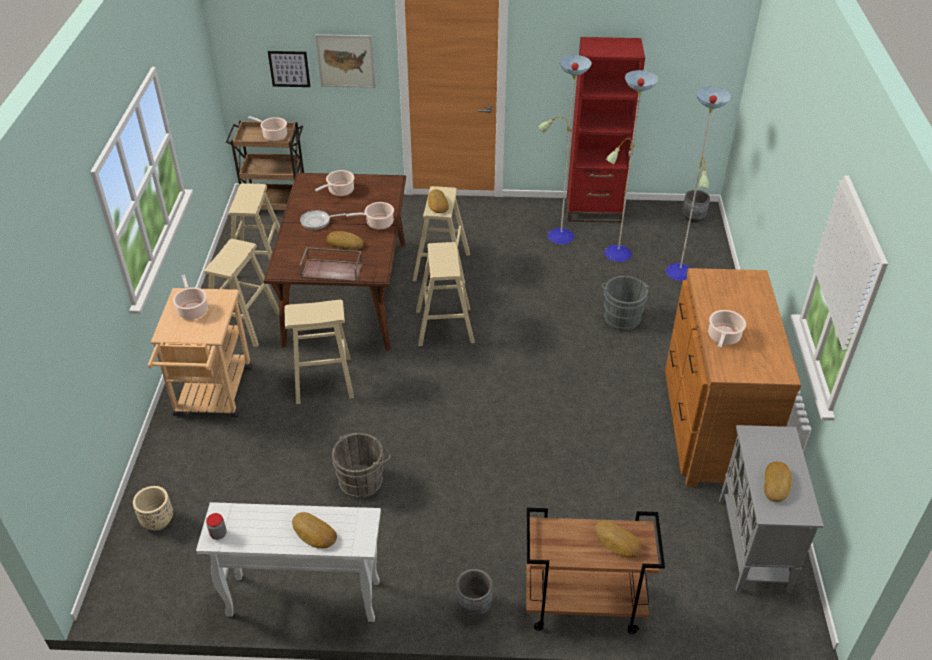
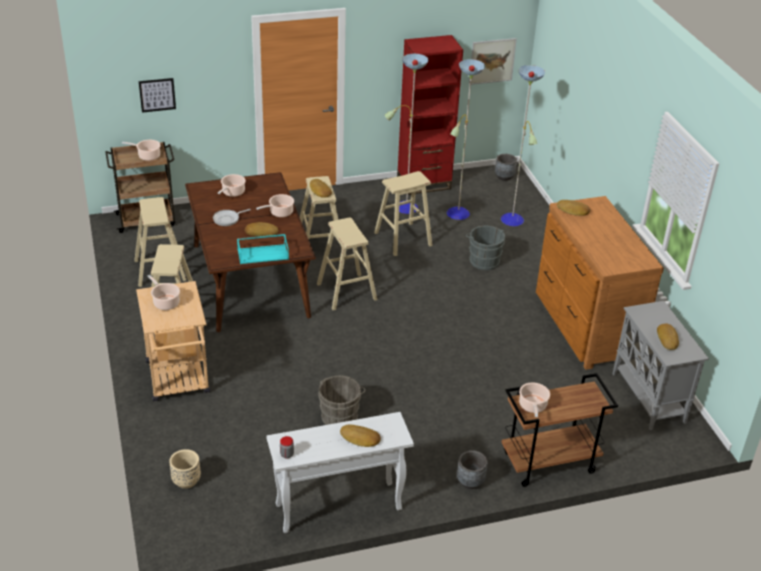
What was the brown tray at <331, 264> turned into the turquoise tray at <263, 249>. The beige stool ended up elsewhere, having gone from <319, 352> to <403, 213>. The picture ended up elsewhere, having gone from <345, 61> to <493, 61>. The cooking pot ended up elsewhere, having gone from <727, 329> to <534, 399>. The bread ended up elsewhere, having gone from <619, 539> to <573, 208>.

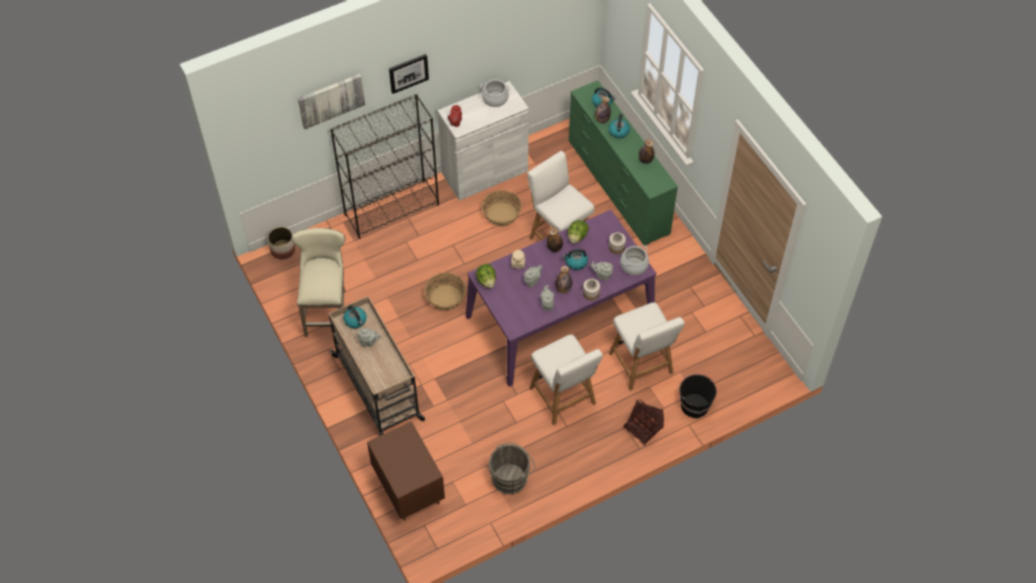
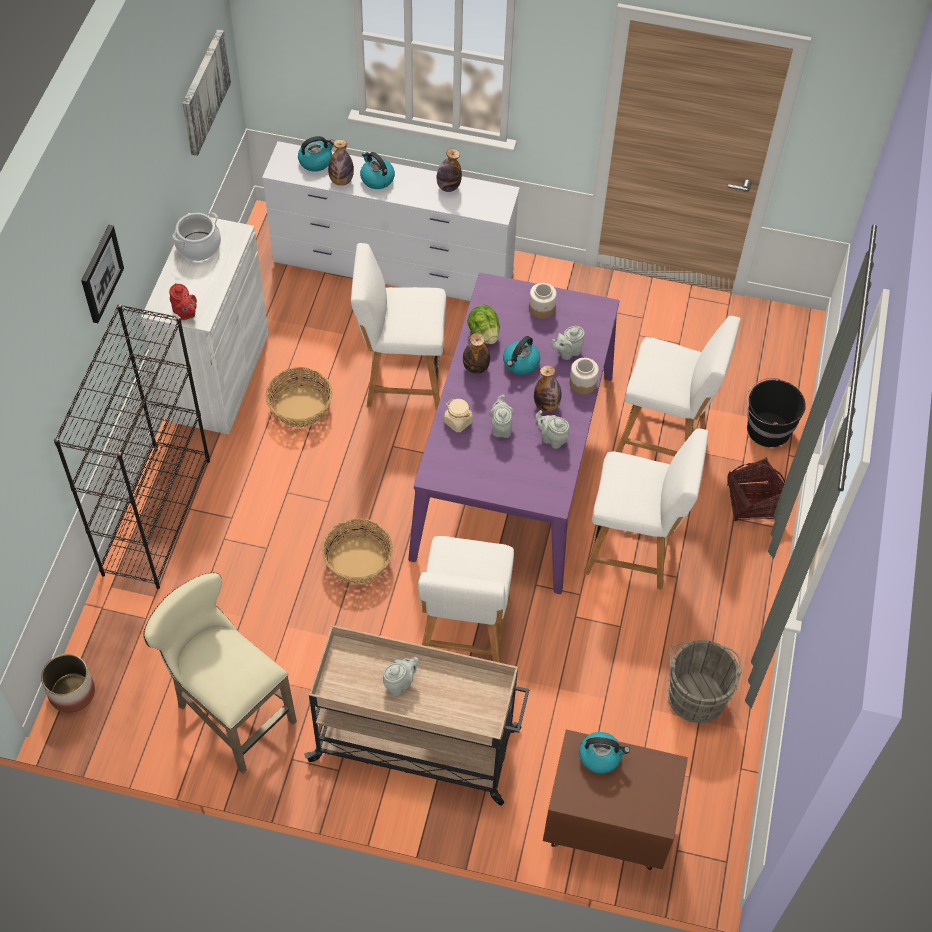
The picture ended up elsewhere, having gone from <331, 101> to <206, 92>. What was the green dresser at <623, 163> turned into the white dresser at <391, 221>. The second view gained the white chair at <466, 599>. The kettle ended up elsewhere, having gone from <355, 316> to <604, 753>. The second view lost the lettuce at <486, 276>. The second view lost the cooking pot at <634, 260>.

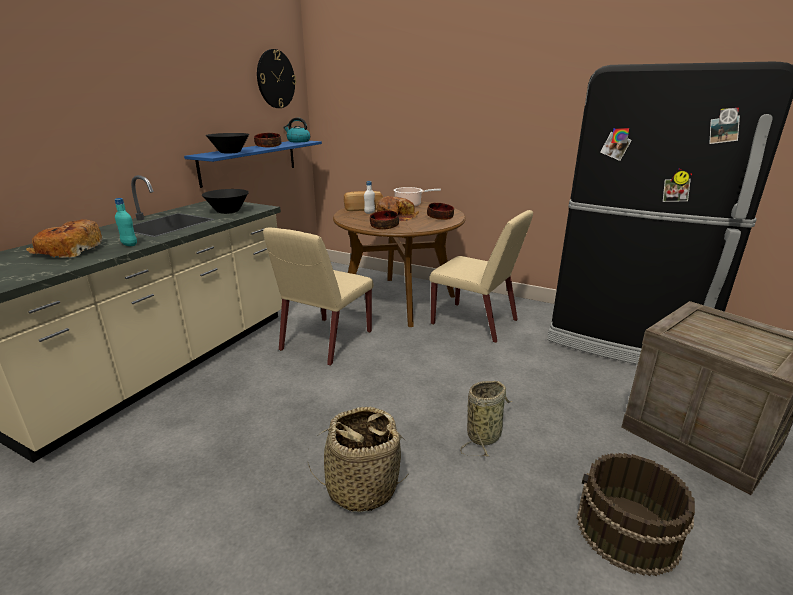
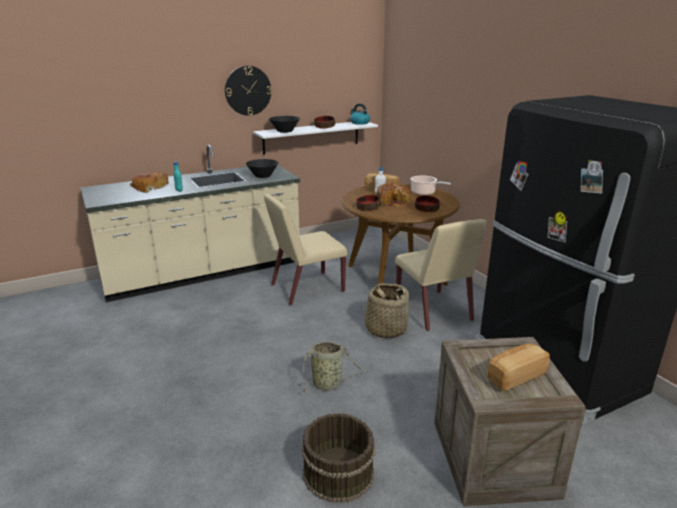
The wall clock ended up elsewhere, having gone from <276, 78> to <248, 91>. What was the blue shelf at <253, 164> turned into the white shelf at <315, 138>. The basket ended up elsewhere, having gone from <357, 459> to <385, 310>. The second view gained the bread at <518, 368>.

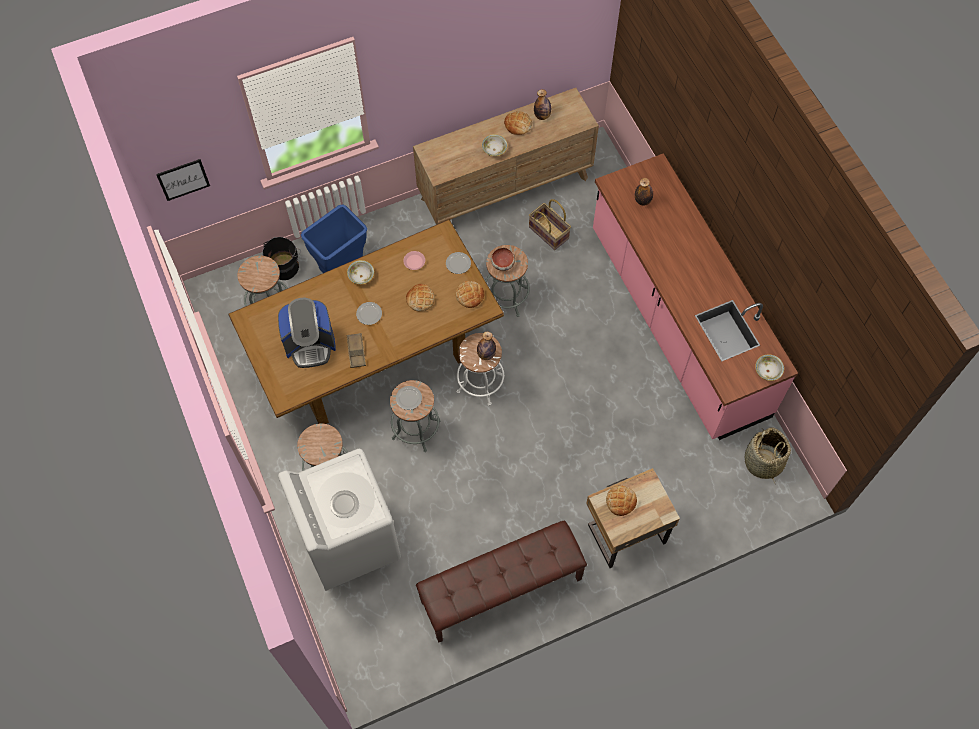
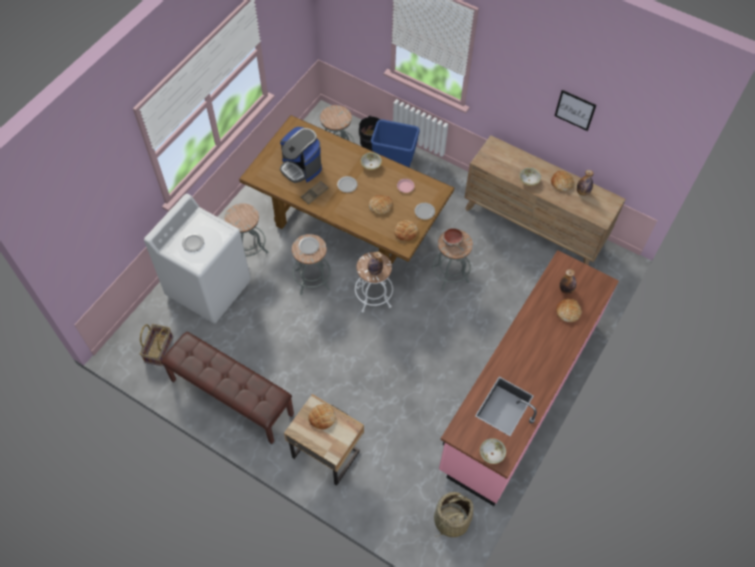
The basket ended up elsewhere, having gone from <550, 224> to <156, 345>. The picture ended up elsewhere, having gone from <183, 180> to <575, 110>. The second view gained the bread at <569, 310>.

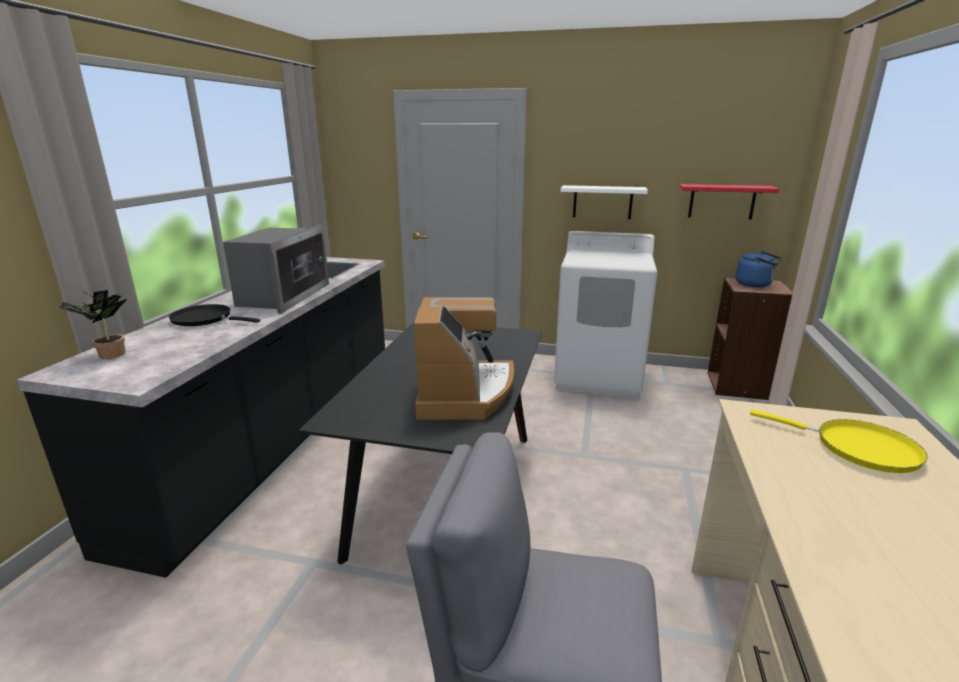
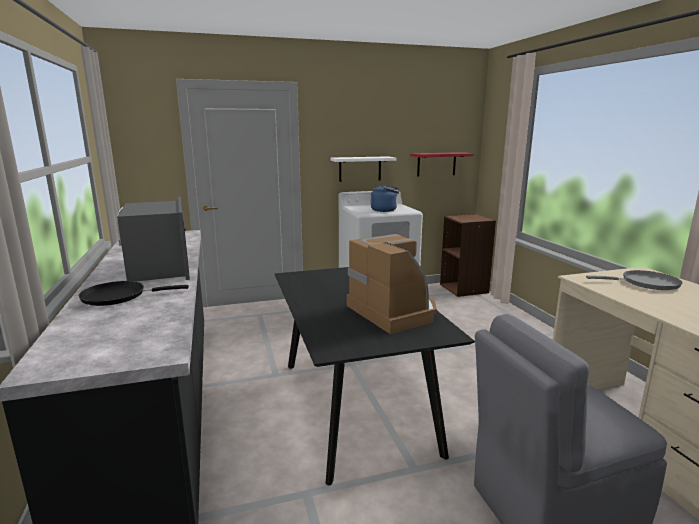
The blue kettle ended up elsewhere, having gone from <758, 269> to <385, 198>. What was the yellow frying pan at <839, 441> turned into the grey frying pan at <634, 280>. The second view lost the potted plant at <93, 324>.

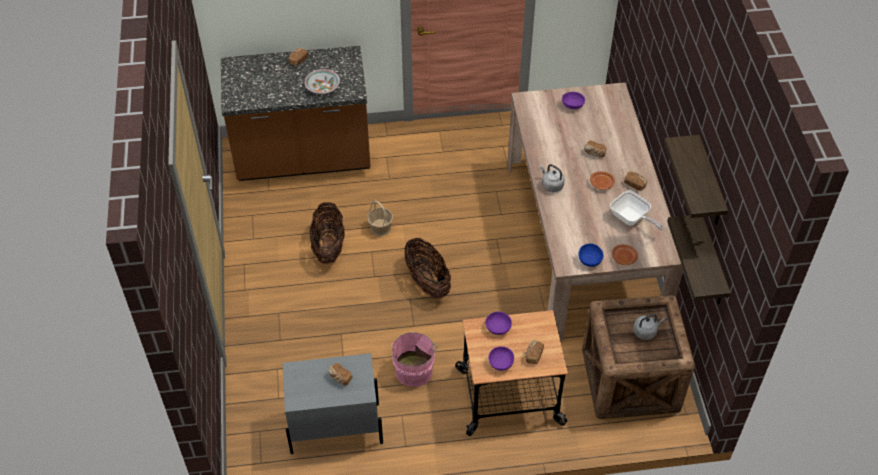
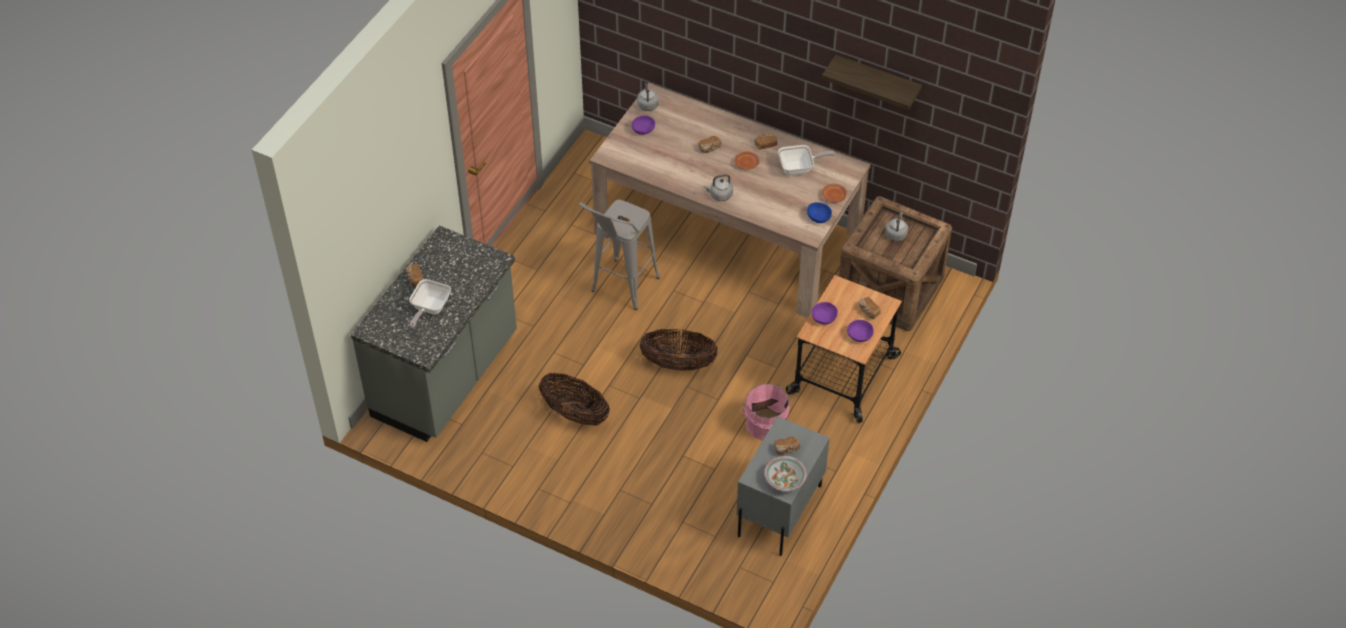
What was the brown counter at <296, 113> turned into the grey counter at <434, 333>. The second view gained the frying pan at <430, 303>. The second view gained the grey stool at <619, 255>. The second view gained the grey kettle at <648, 97>. The bowl ended up elsewhere, having gone from <322, 81> to <786, 473>. The second view lost the basket at <380, 218>. The second view lost the shelf at <699, 259>.

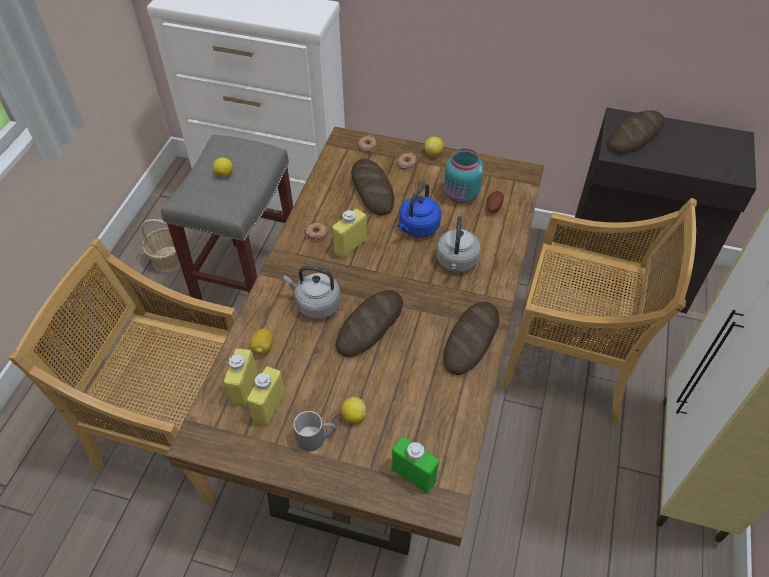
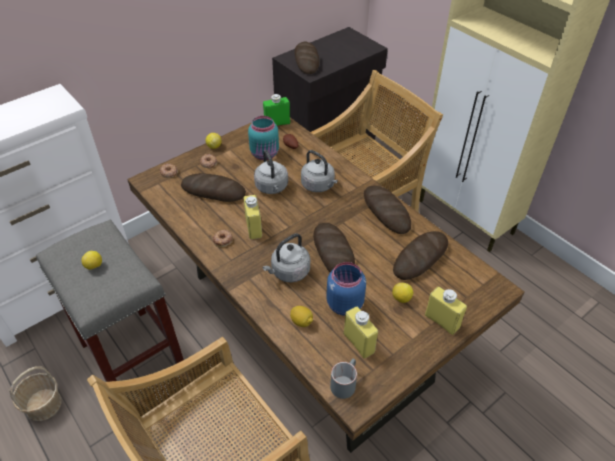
What was the blue kettle at <419, 210> turned into the grey kettle at <271, 172>. The green bottle ended up elsewhere, having gone from <415, 465> to <276, 110>. The second view gained the blue jar at <346, 289>. The grey mug ended up elsewhere, having gone from <314, 431> to <343, 379>. The second view gained the bread at <420, 255>. The yellow bottle ended up elsewhere, having gone from <241, 377> to <446, 310>.

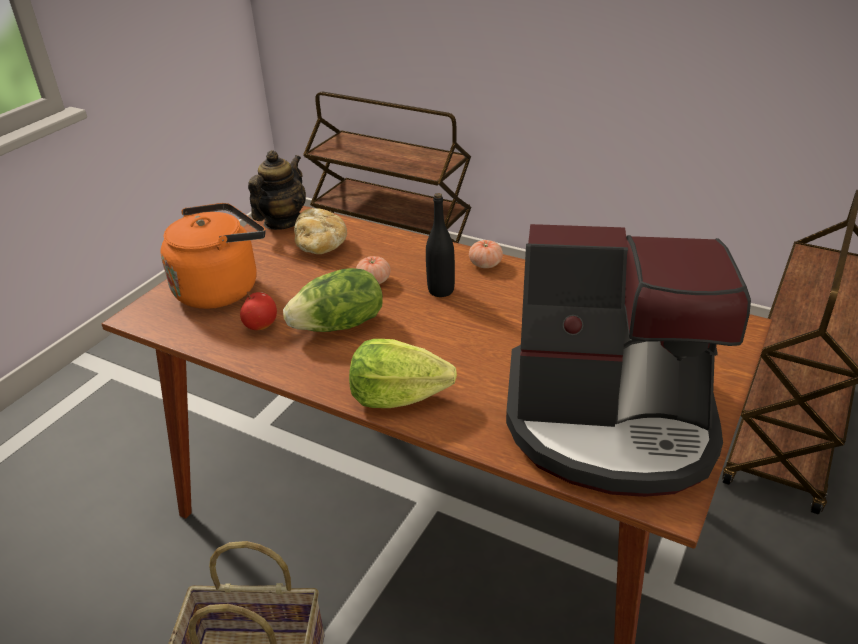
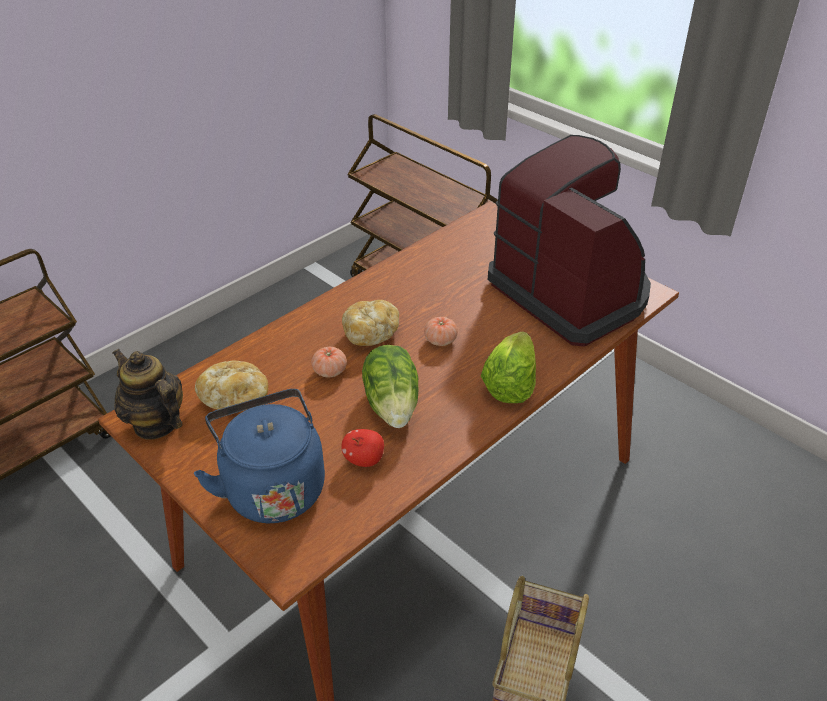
What was the orange kettle at <213, 256> turned into the blue kettle at <259, 456>. Where the black bottle stood at <440, 245>, the bread came to stand at <370, 323>. The tomato ended up elsewhere, having gone from <486, 254> to <441, 331>. The coffee machine at <628, 360> ended up facing another way, 60 degrees counterclockwise from before.

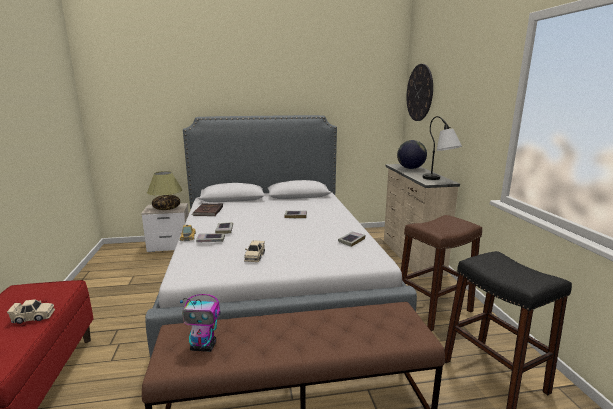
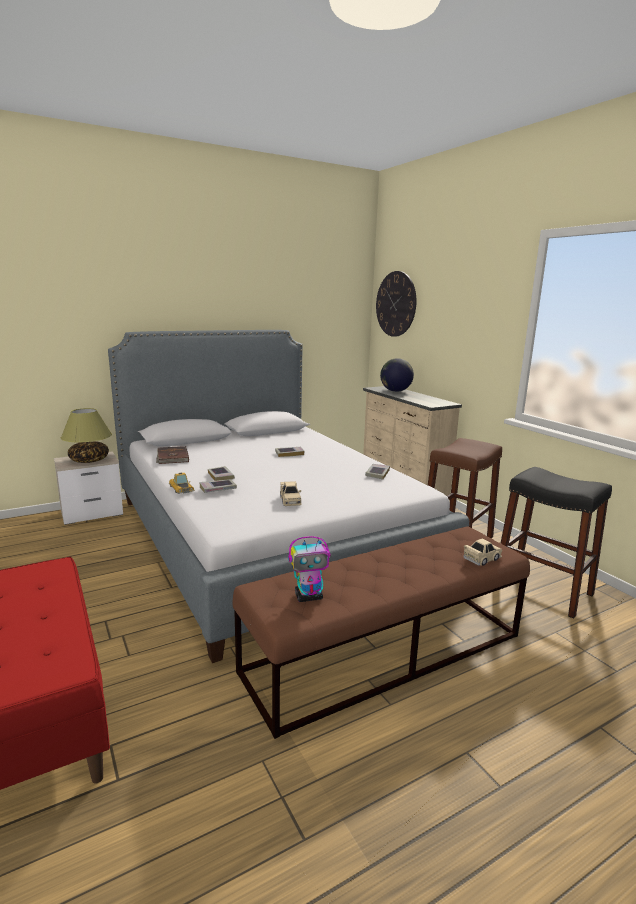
The beige toy car ended up elsewhere, having gone from <31, 311> to <482, 552>. The second view lost the table lamp at <442, 148>.

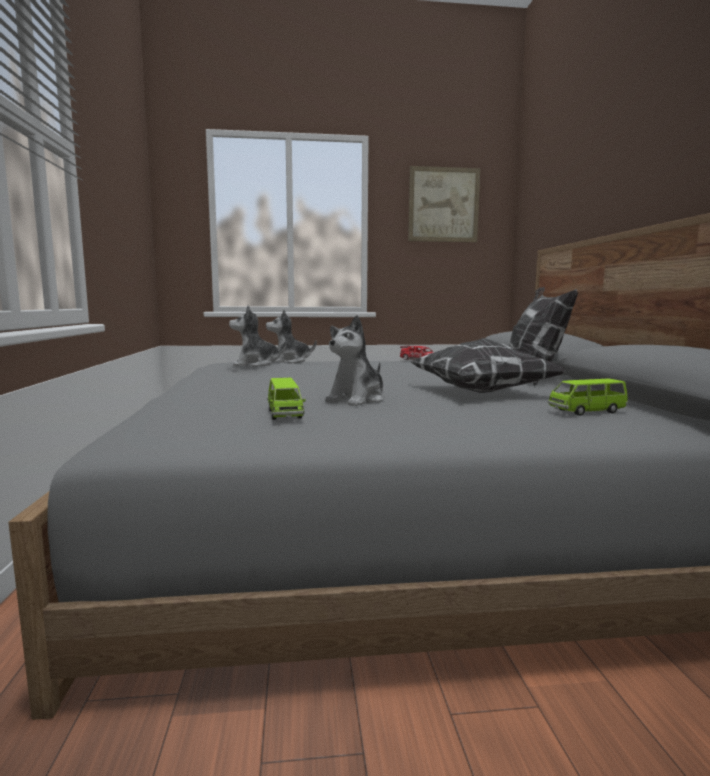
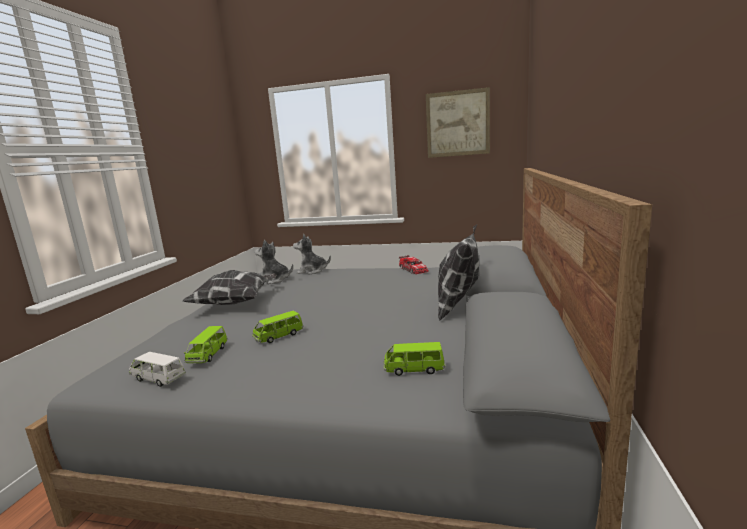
The second view gained the white toy car at <157, 369>. The pillow ended up elsewhere, having gone from <488, 365> to <230, 287>. Where the plush toy stood at <355, 360>, the green toy car came to stand at <277, 327>.

